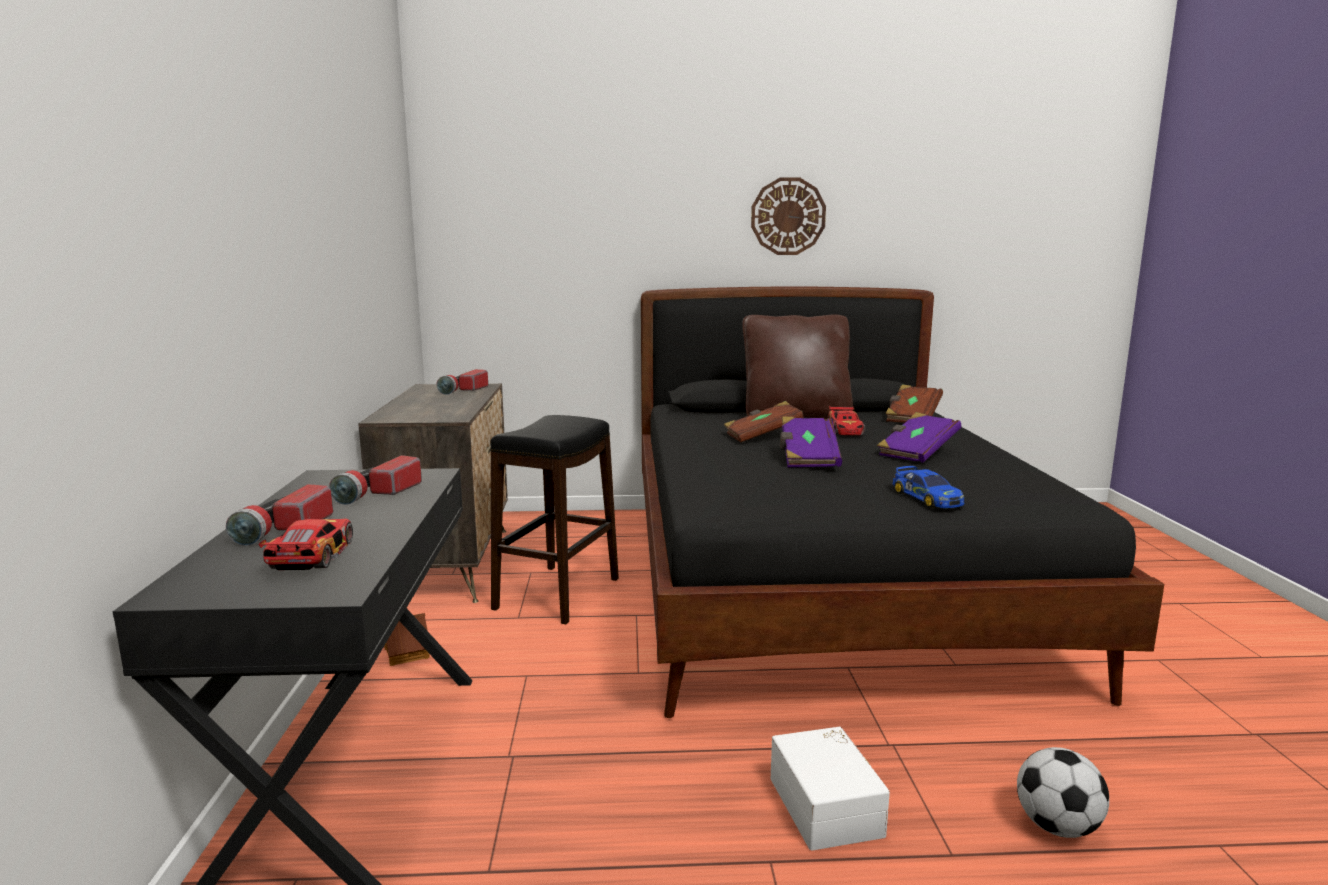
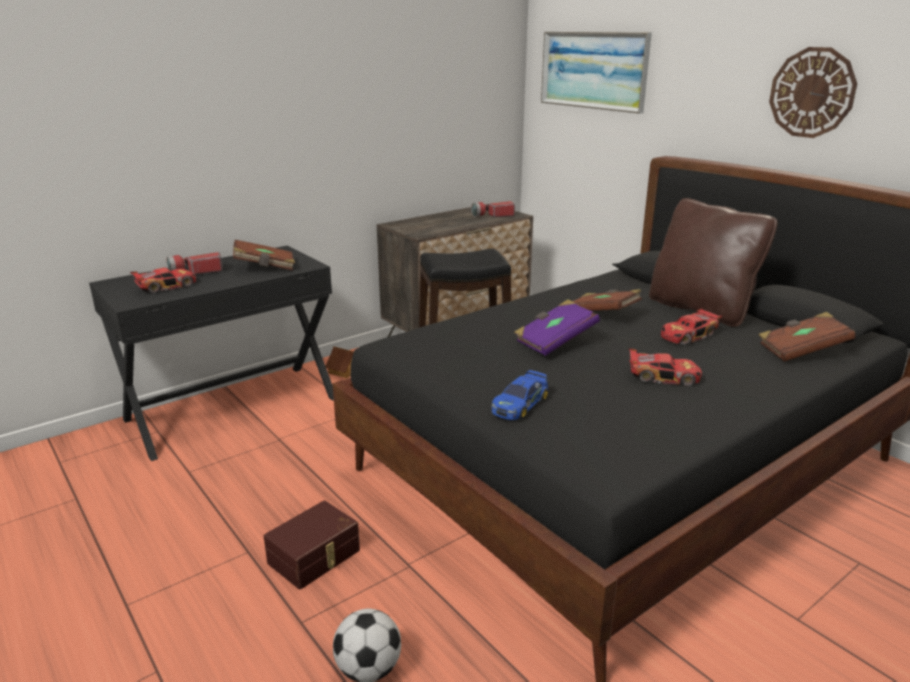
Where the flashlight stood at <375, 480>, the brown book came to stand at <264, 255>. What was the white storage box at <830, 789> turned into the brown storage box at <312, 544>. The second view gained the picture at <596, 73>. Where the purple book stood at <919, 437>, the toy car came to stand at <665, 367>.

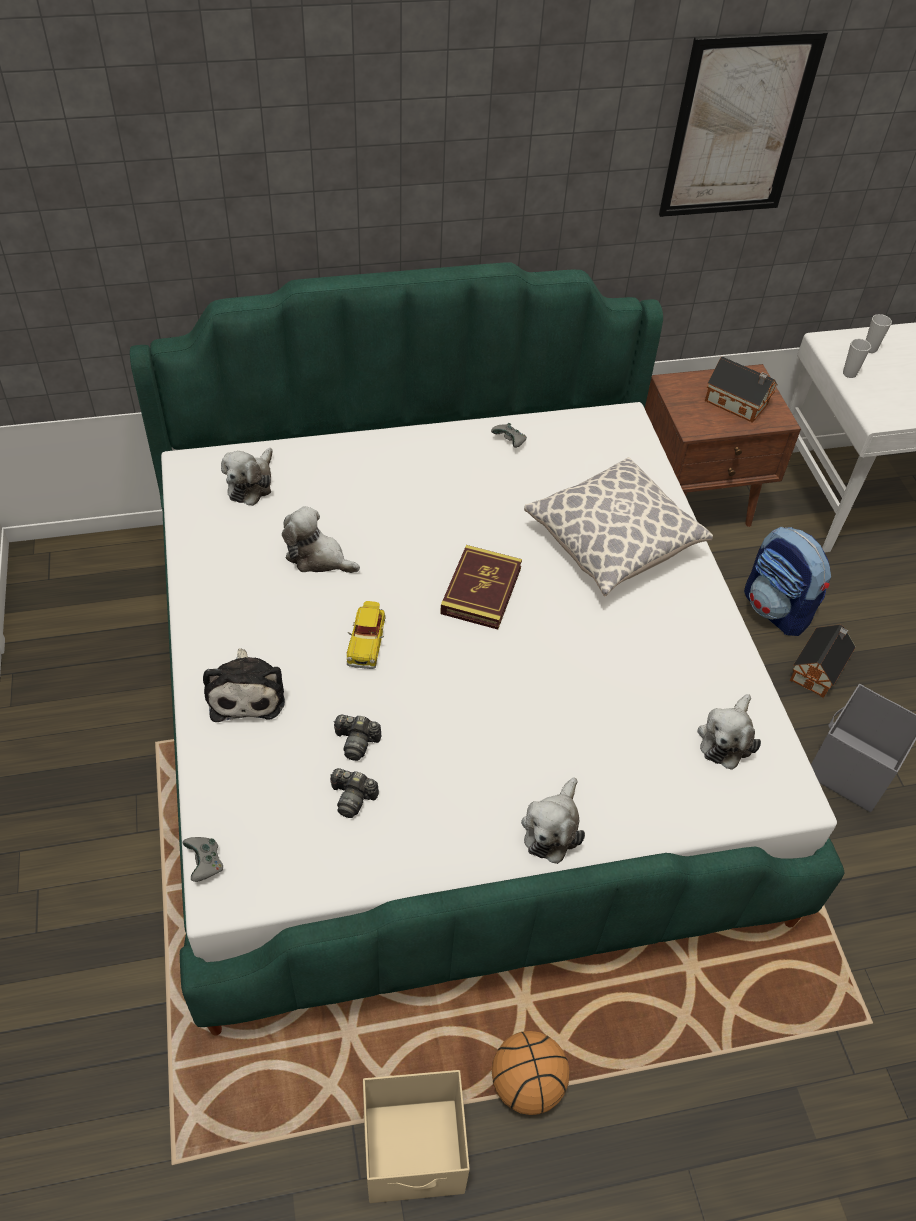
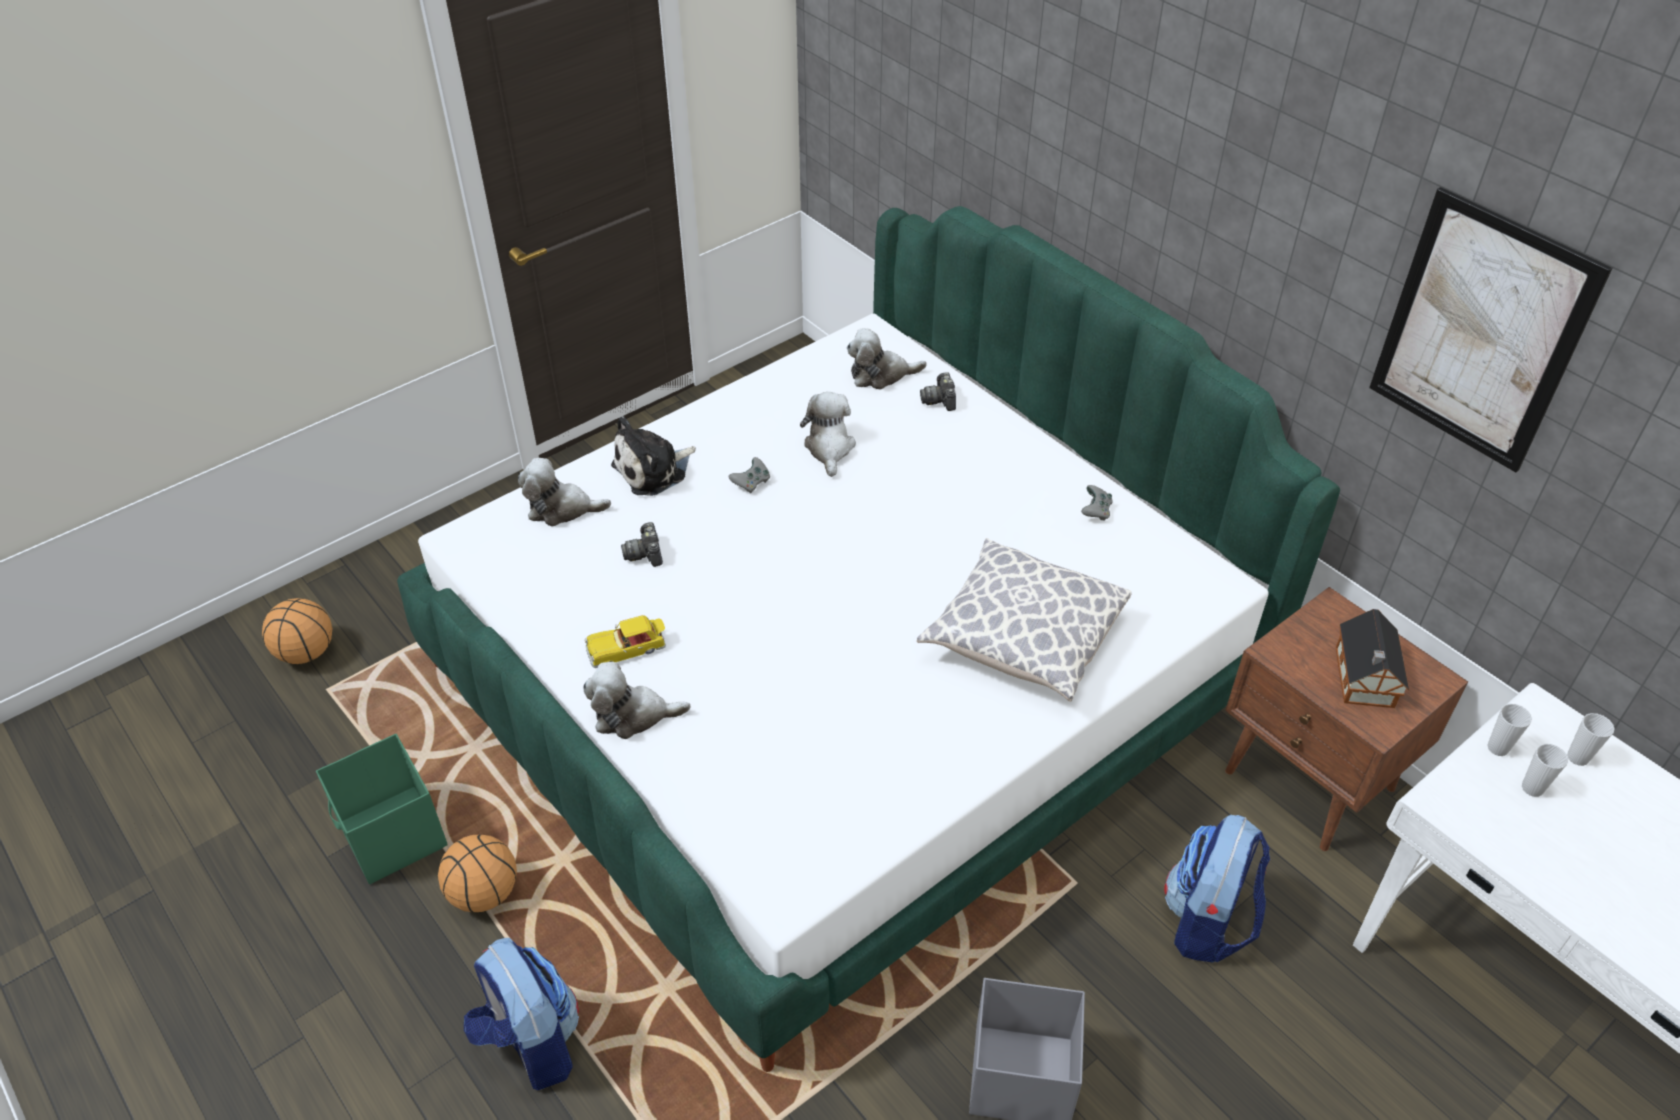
The second view gained the basketball at <297, 631>. What was the beige storage box at <416, 1136> turned into the green storage box at <382, 809>. The second view gained the backpack at <521, 1014>. The plush toy ended up elsewhere, having gone from <729, 732> to <564, 492>. The toy car ended up elsewhere, having gone from <366, 635> to <625, 641>. The grey game controller ended up elsewhere, having gone from <203, 859> to <749, 475>. The photo camera ended up elsewhere, having gone from <354, 793> to <938, 391>. The second view gained the cup at <1545, 770>. The second view lost the book at <481, 587>. The second view lost the toy house at <823, 661>.

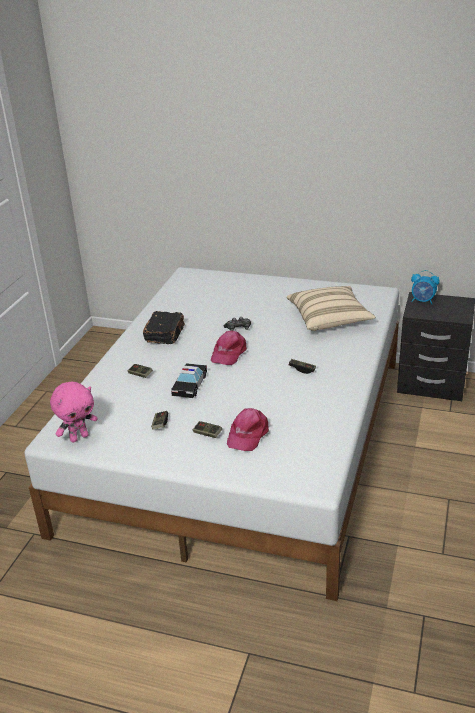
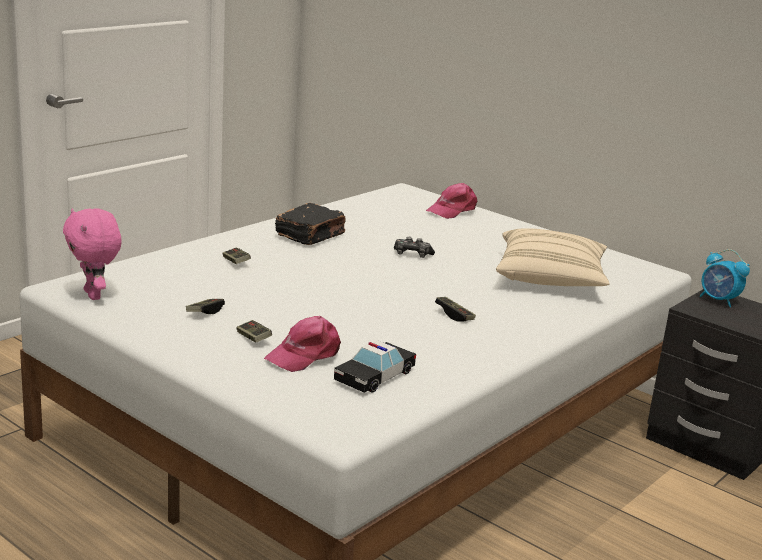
The pink plush toy at <74, 412> ended up facing another way, 75 degrees clockwise from before. The toy car ended up elsewhere, having gone from <189, 380> to <375, 366>. The pink cap ended up elsewhere, having gone from <229, 347> to <451, 201>.

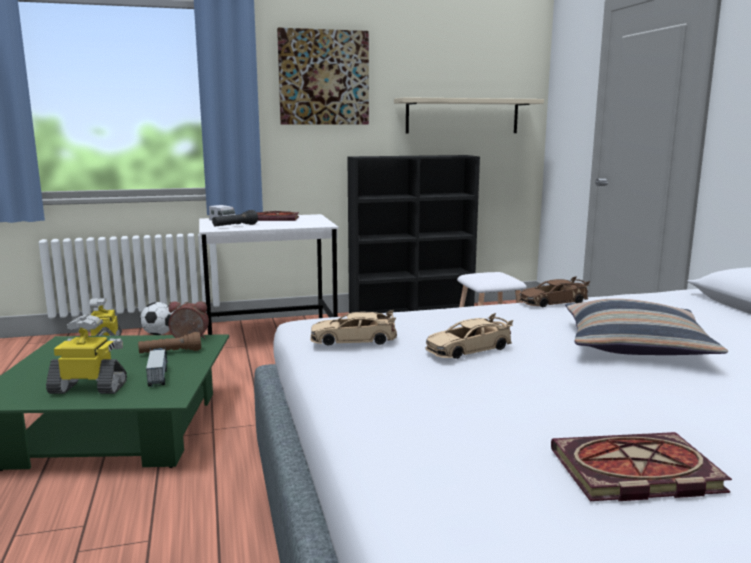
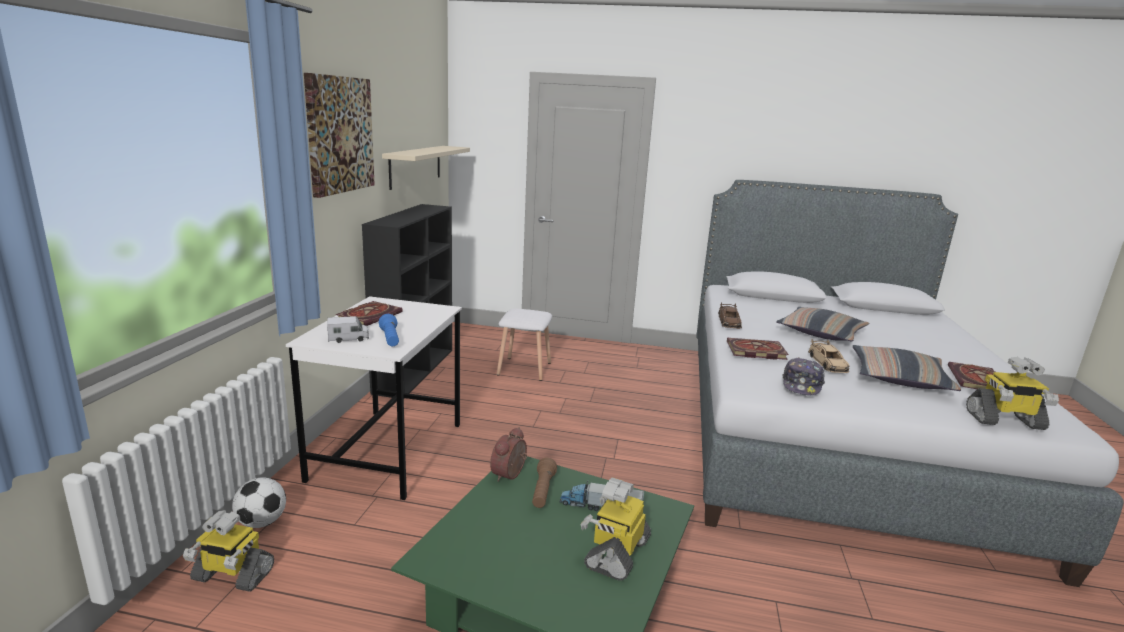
What was the black flashlight at <235, 218> turned into the blue flashlight at <389, 330>. The second view gained the book at <758, 349>. Where the beige toy car stood at <353, 328>, the cap came to stand at <804, 376>. The second view gained the pillow at <907, 368>. The second view gained the toy robot at <1012, 393>.

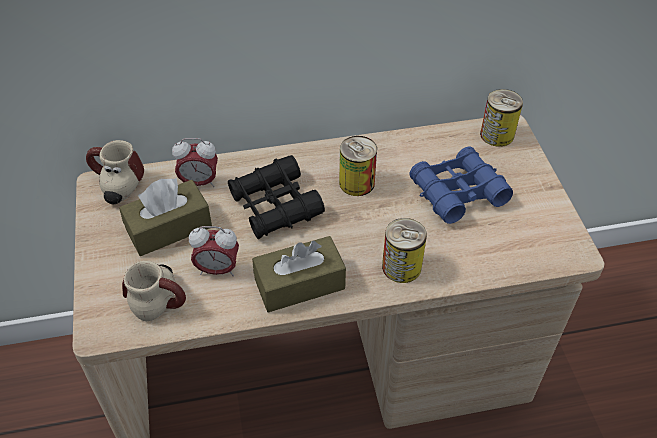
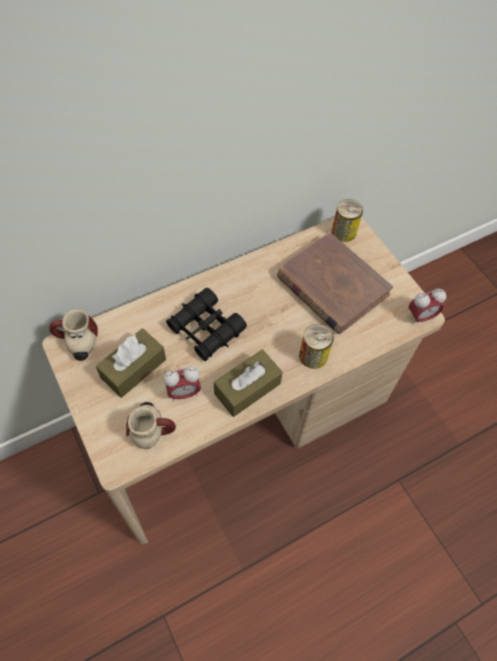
Where the blue binoculars stood at <461, 185>, the brown book came to stand at <335, 283>. The alarm clock ended up elsewhere, having gone from <195, 162> to <427, 306>. The second view lost the can at <358, 166>.

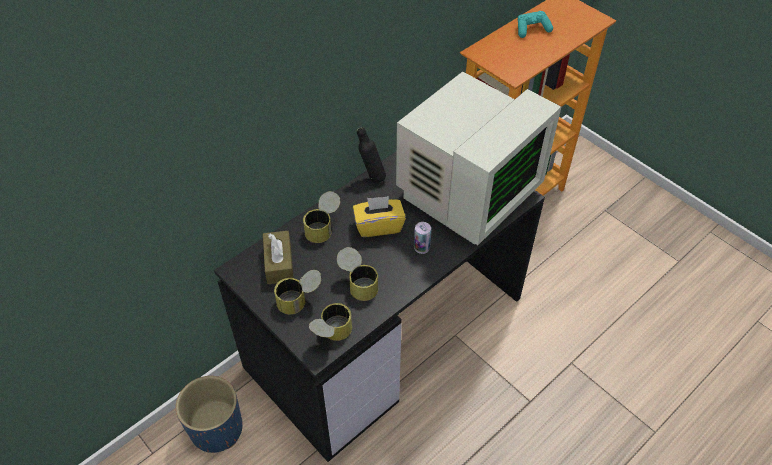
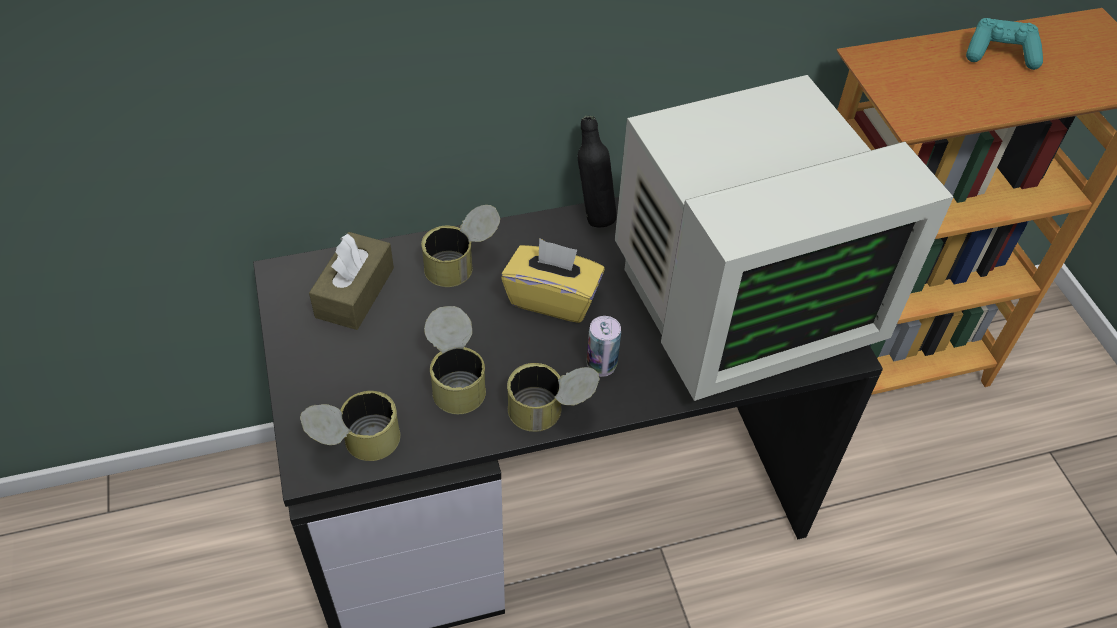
The can ended up elsewhere, having gone from <297, 292> to <553, 397>. The second view lost the blue planter at <209, 414>.

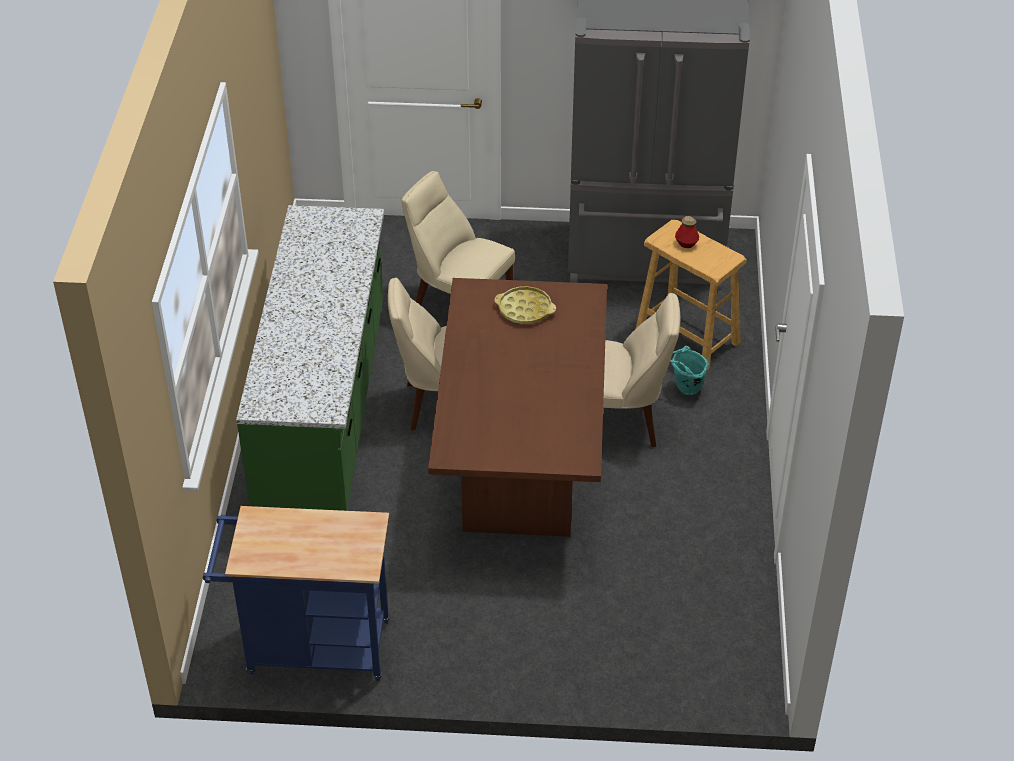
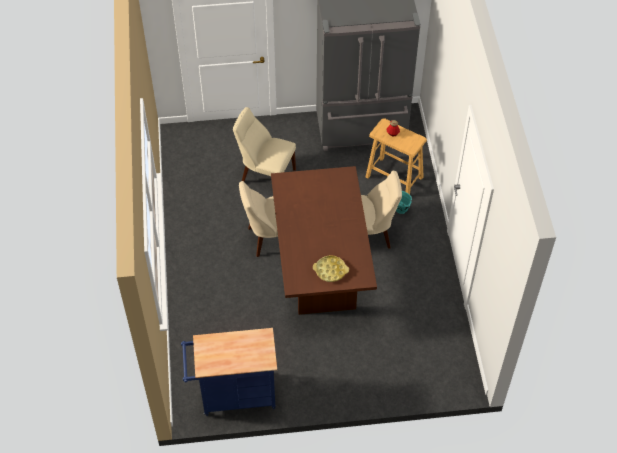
The yellow tray ended up elsewhere, having gone from <525, 305> to <331, 268>. The second view lost the green counter at <310, 358>.

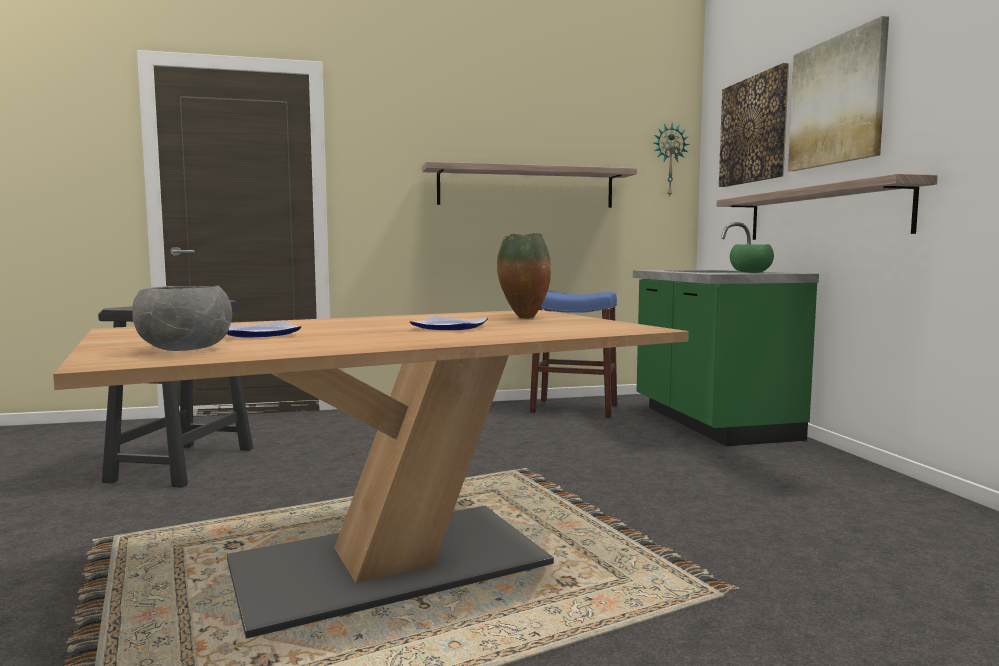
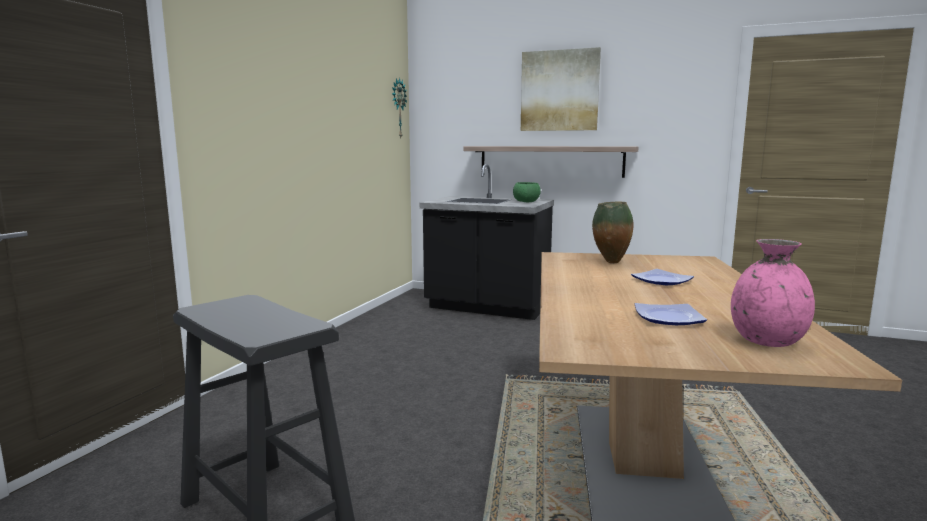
What was the green counter at <726, 334> turned into the black counter at <487, 242>. Where the grey bowl stood at <182, 318>, the pink vase came to stand at <773, 293>. The second view lost the shelf at <529, 184>. The second view lost the blue stool at <573, 354>. The second view lost the picture at <754, 125>.

